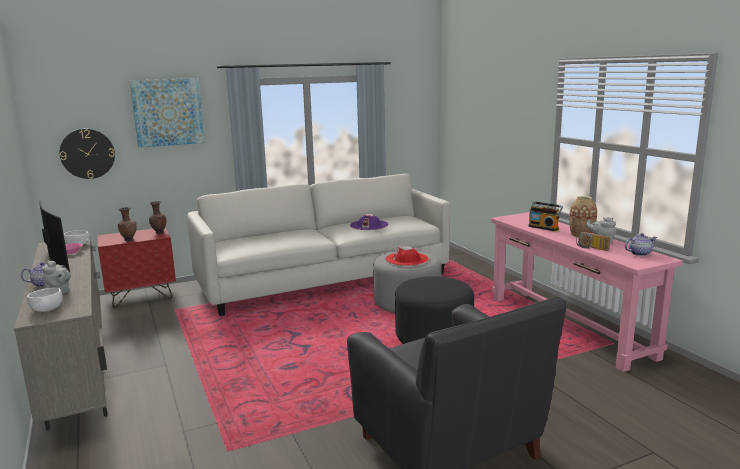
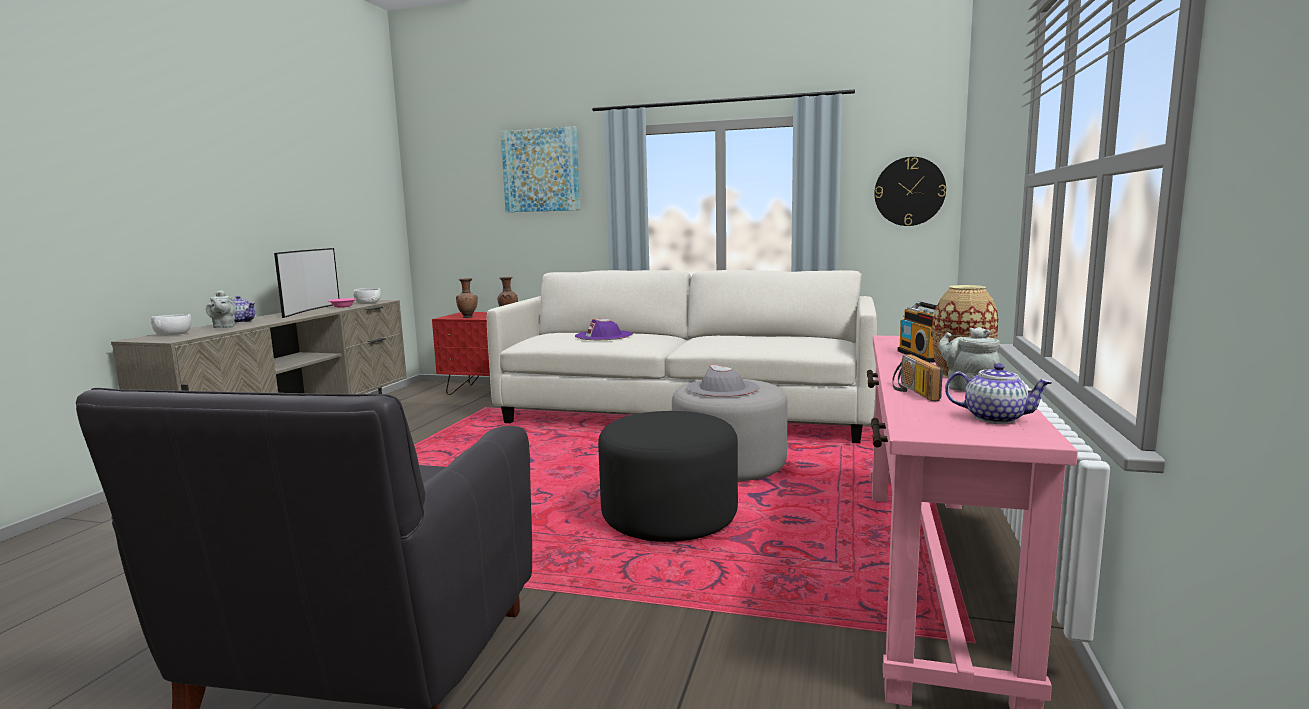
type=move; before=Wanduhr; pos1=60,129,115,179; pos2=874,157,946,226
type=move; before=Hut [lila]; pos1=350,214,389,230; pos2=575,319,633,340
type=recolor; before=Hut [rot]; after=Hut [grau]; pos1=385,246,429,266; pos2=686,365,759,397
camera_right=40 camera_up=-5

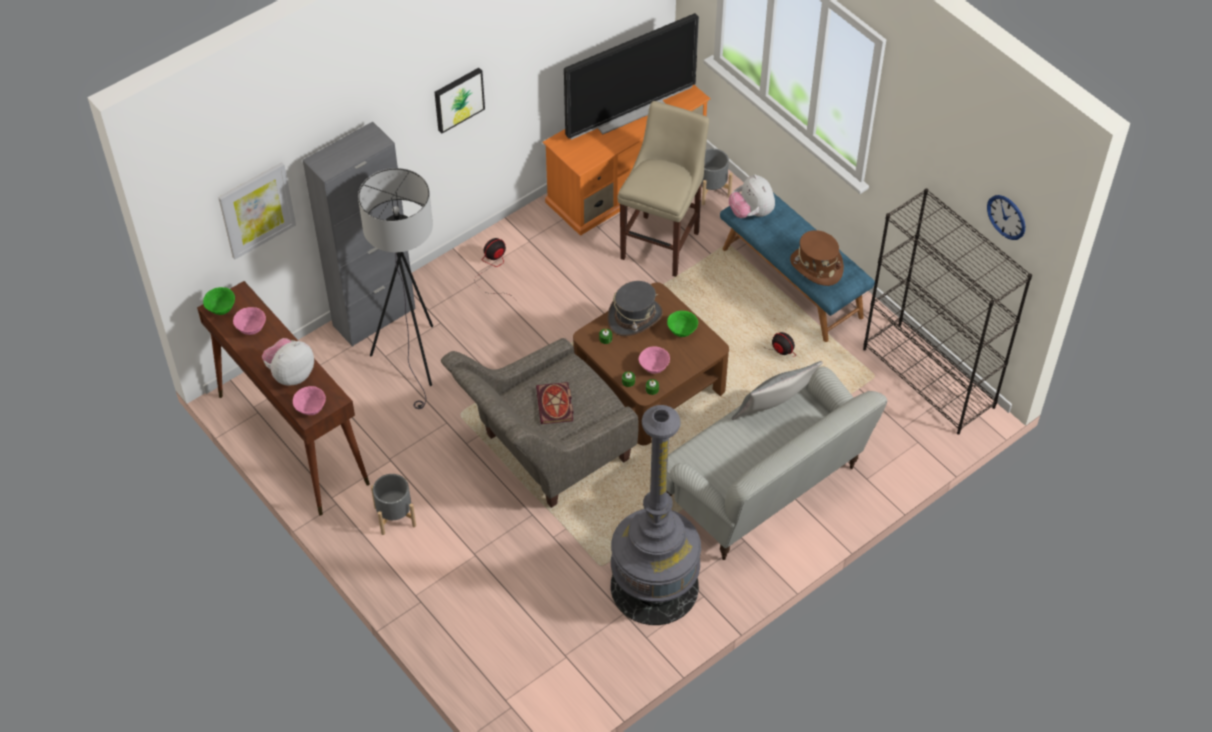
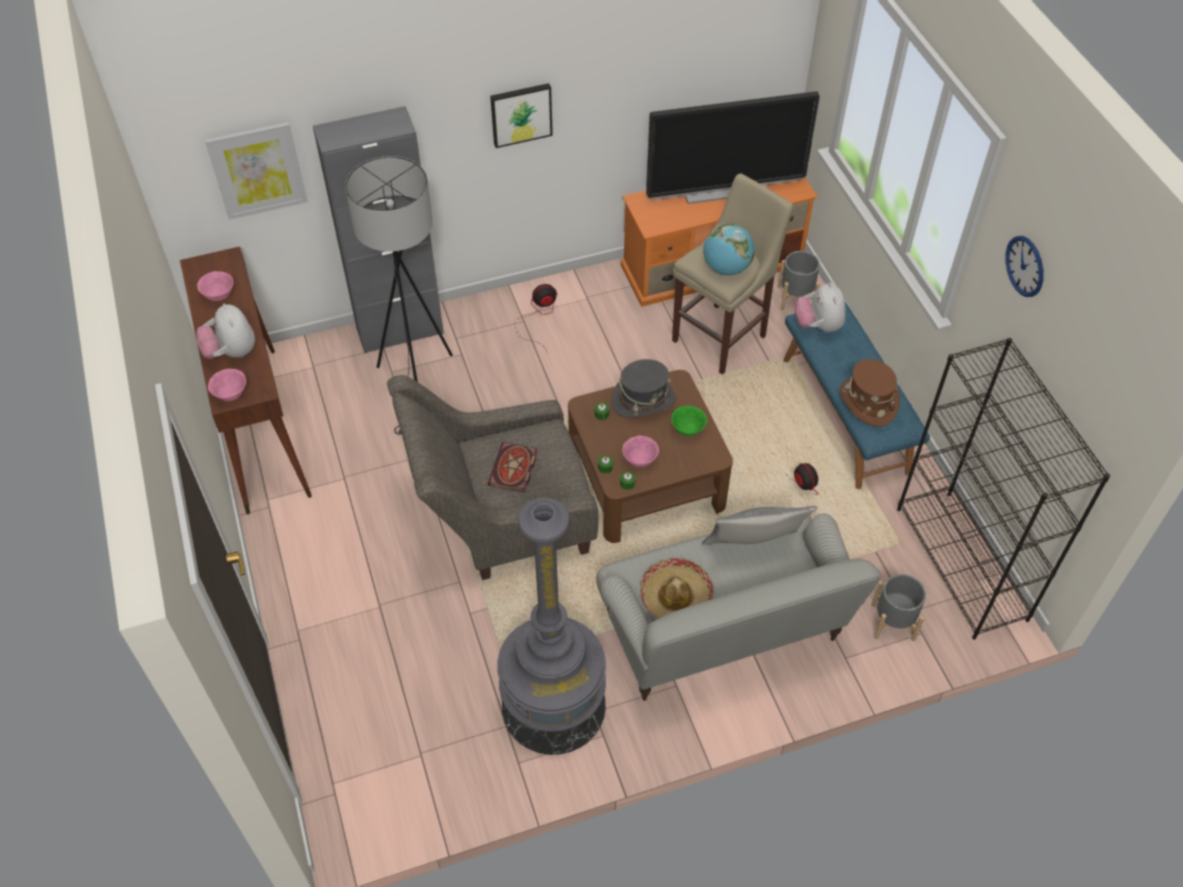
type=delete; before=Schüssel [grün]; pos1=203,287,235,315
type=insert; after=Hut; pos2=640,558,714,619
type=insert; after=Globus; pos2=703,224,755,275
type=move; before=Pflanzkübel [grau]; pos1=371,474,416,535; pos2=871,574,926,641
type=move; before=Wanduhr; pos1=987,195,1025,240; pos2=1005,236,1044,297
type=rotate; before=Plüschtier; pos1=262,338,314,386; pos2=196,304,255,359; turn=-90
camera_right=20 camera_up=0

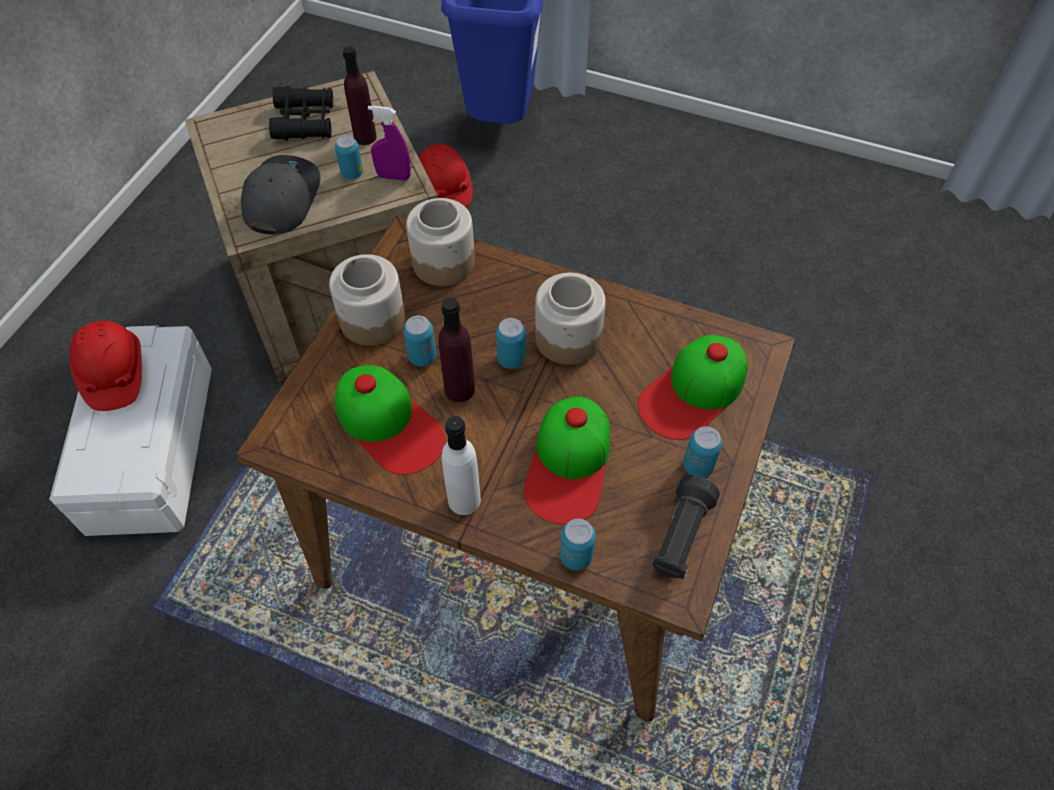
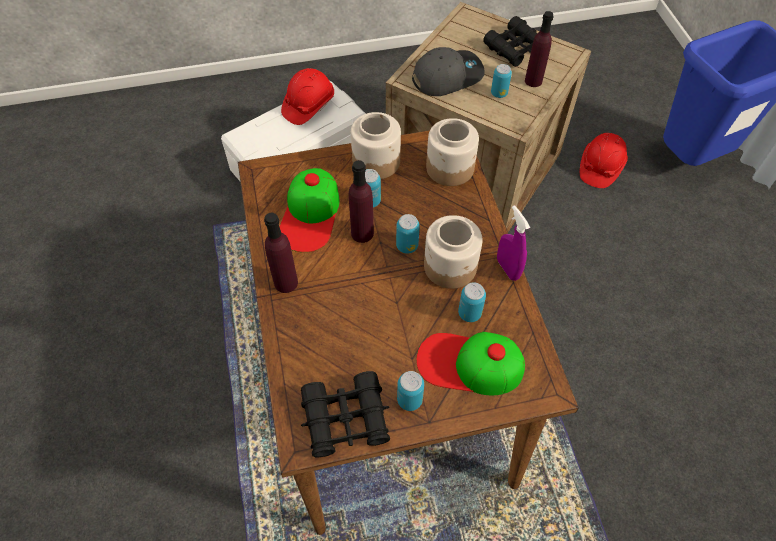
type=delete; before=Kappe; pos1=524,397,610,525
type=move; before=Sprühflasche [lila]; pos1=368,106,411,181; pos2=497,205,530,281
type=move; before=Dose; pos1=560,519,596,570; pos2=458,282,486,322
type=replace; before=Taschenlampe [schwarz]; after=Fernglas [schwarz]; pos1=653,475,720,579; pos2=301,371,390,457
type=recolor; before=Flasche [weiß]; after=Flasche [lila]; pos1=441,416,481,515; pos2=264,213,298,293
camera_right=55 camera_up=0

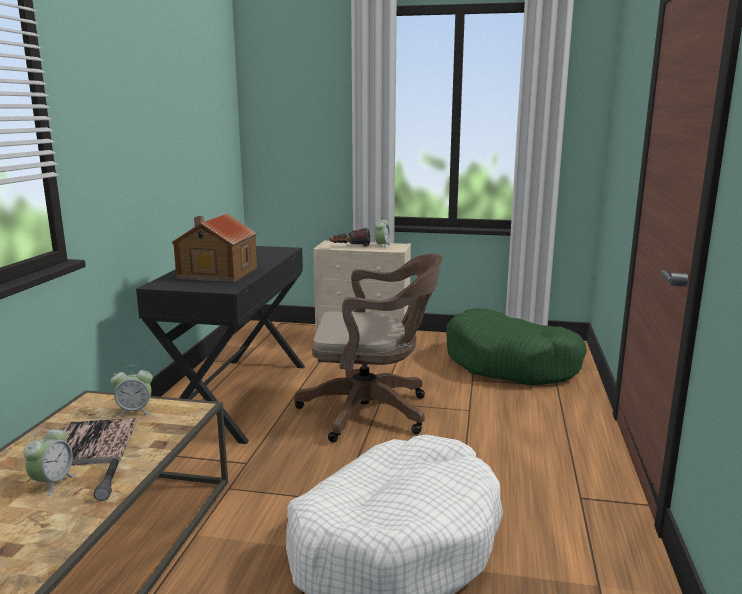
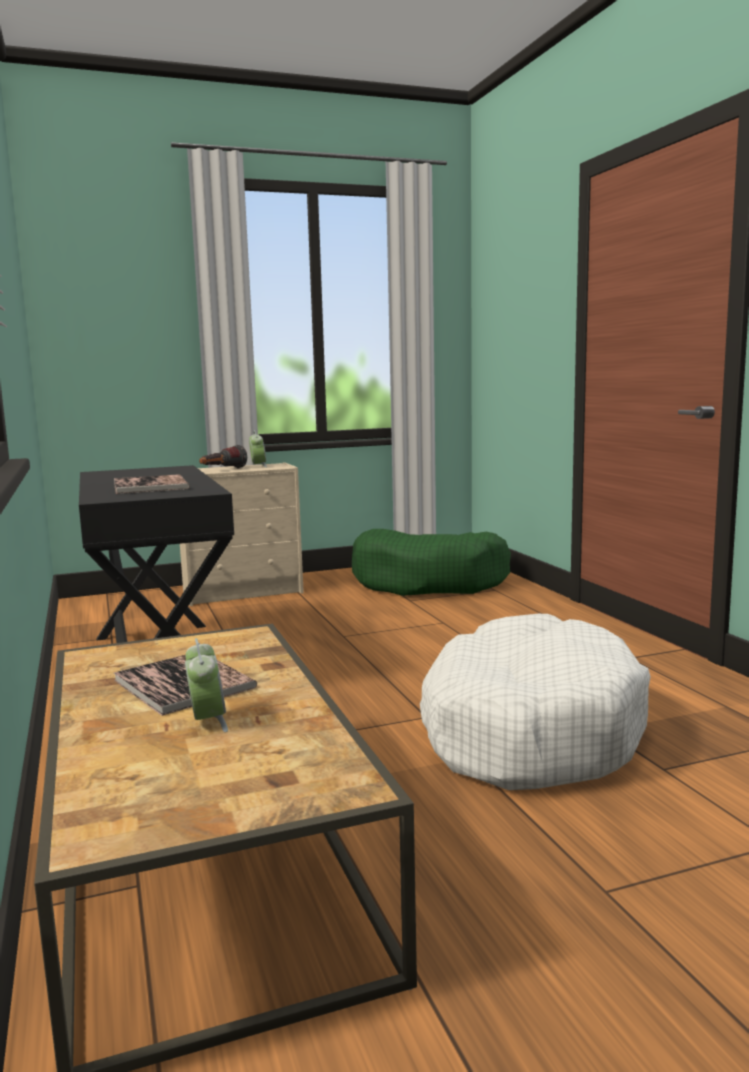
type=delete; before=Taschenlampe [grau]; pos1=94,459,119,501
type=delete; before=Wecker; pos1=111,365,153,417
type=delete; before=Bürostuhl [braun]; pos1=294,253,442,442
type=replace; before=Spielzeughaus; after=Buch; pos1=172,214,257,282; pos2=114,474,190,494
camera_right=-30 camera_up=-5

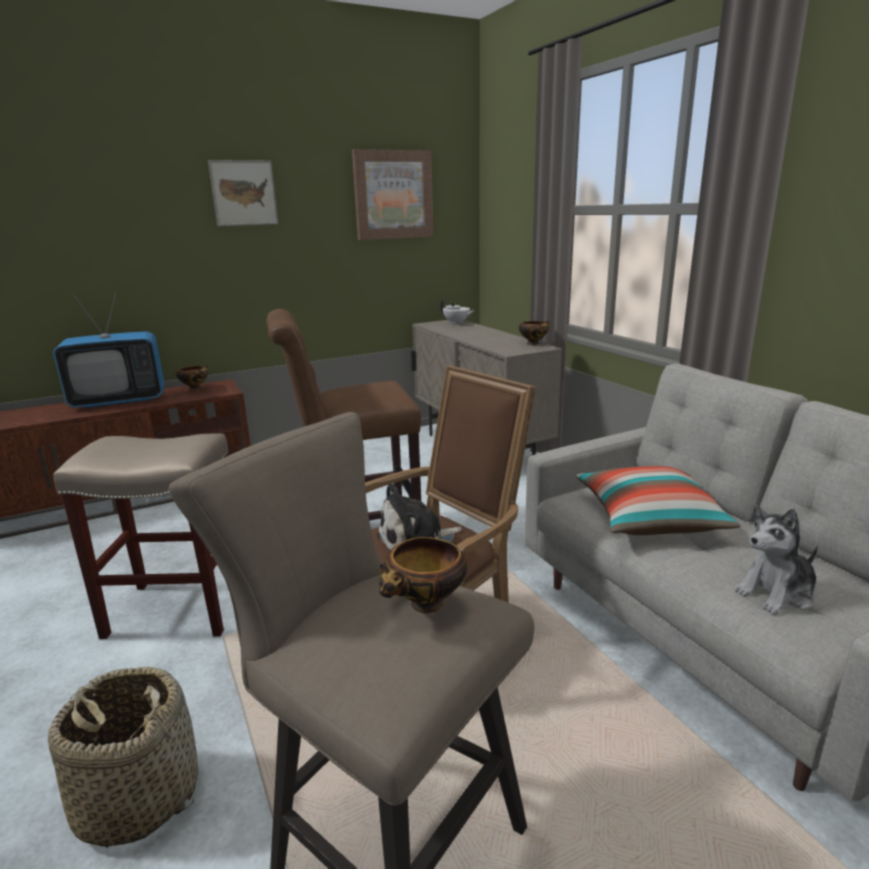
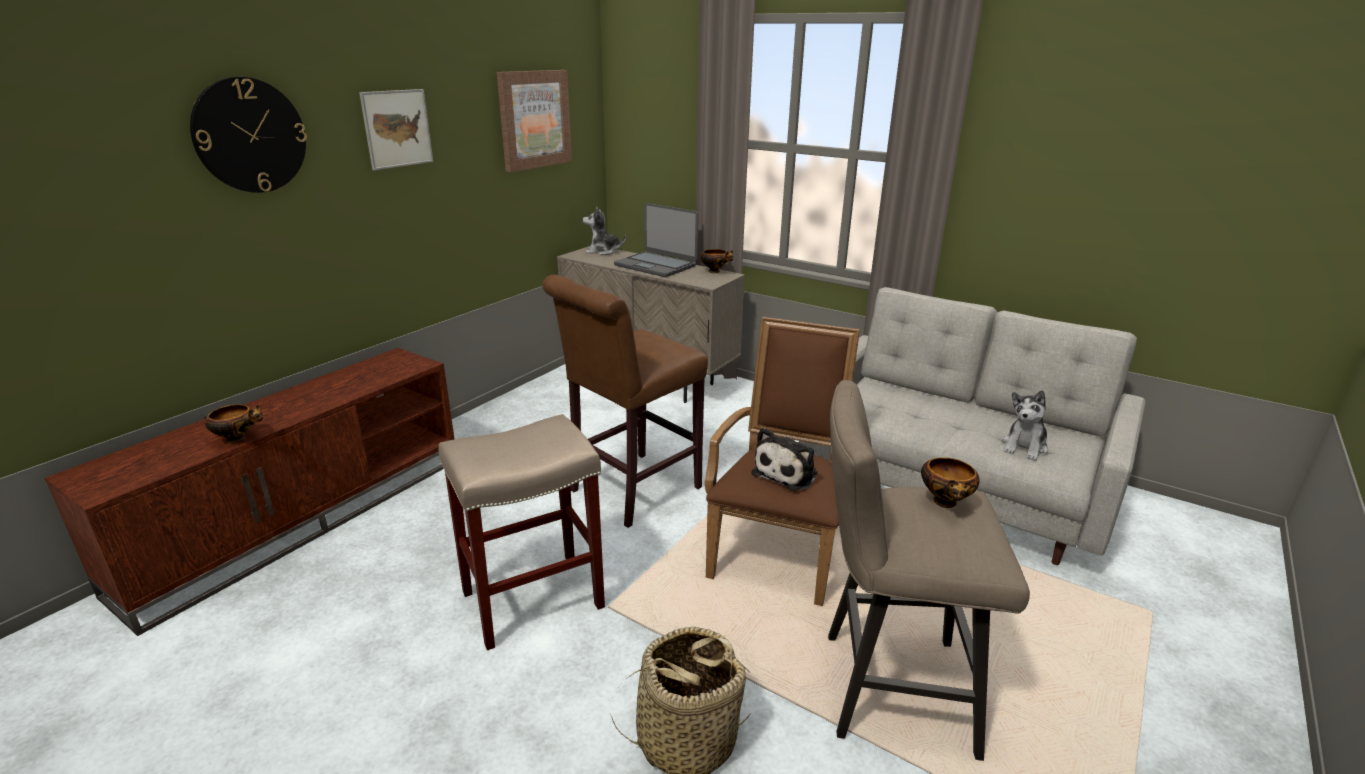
type=delete; before=Fernseher; pos1=53,291,164,408
type=delete; before=Kissen; pos1=576,466,740,535
type=insert; after=Wanduhr; pos2=190,77,307,193
type=insert; after=Laptop; pos2=614,203,698,277
type=move; before=Schüssel; pos1=176,366,208,390; pos2=204,404,263,444
type=replace; before=Teekanne [weiß]; after=Plüschtier; pos1=440,298,475,324; pos2=583,207,626,255
camera_right=-30 camera_up=5

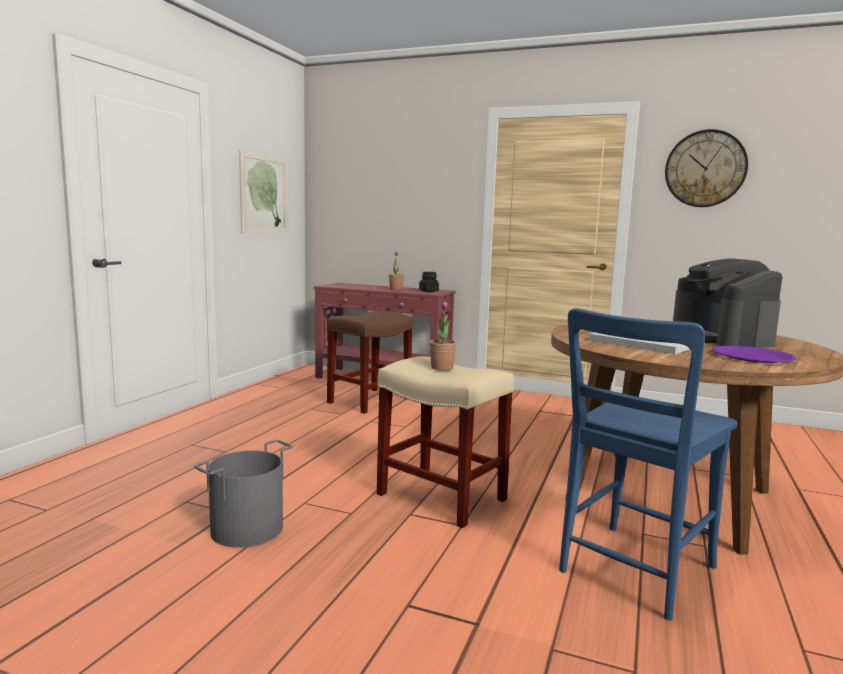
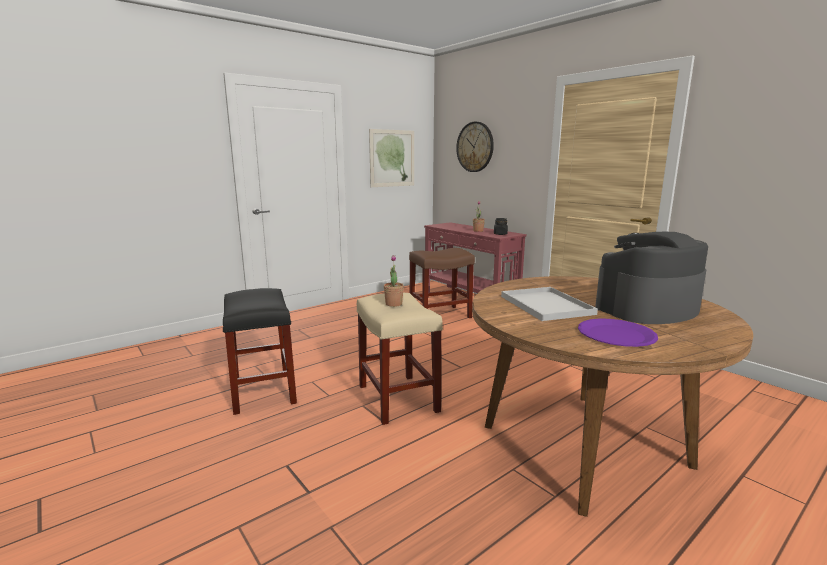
type=delete; before=Stuhl [blau]; pos1=559,308,737,620
type=move; before=Wanduhr; pos1=665,129,748,207; pos2=456,122,494,172
type=replace; before=Eimer [grau]; after=Hocker [schwarz]; pos1=194,440,293,548; pos2=223,288,297,415
type=rotate; before=Kaffeemaschine; pos1=673,258,782,348; pos2=595,232,708,324; turn=45
camera_right=30 camera_up=5

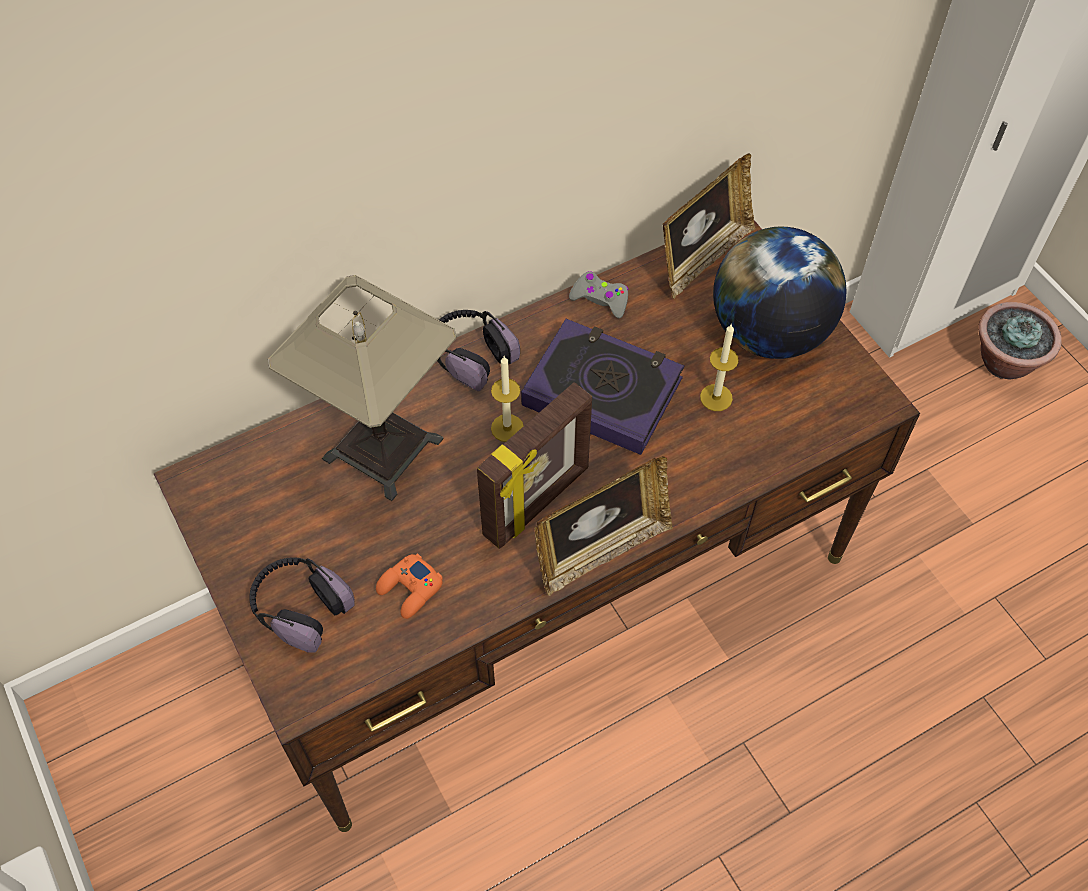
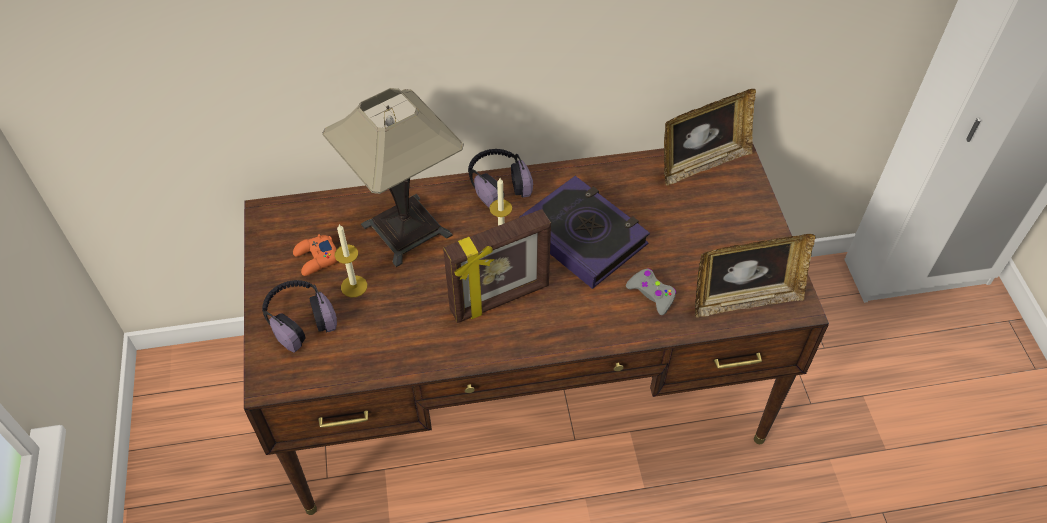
type=delete; before=Globus; pos1=713,227,847,359
type=delete; before=Topfpflanze; pos1=978,302,1062,379
type=move; before=Gamepad [orange]; pos1=376,553,443,619; pos2=293,234,337,276
type=move; before=Bilderrahmen; pos1=534,456,673,596; pos2=695,234,816,318
type=move; before=Gamepad [grau]; pos1=569,271,629,318; pos2=626,269,677,315
type=move; before=Kerze; pos1=700,324,739,411; pos2=335,224,367,297
camera_right=20 camera_up=-5

